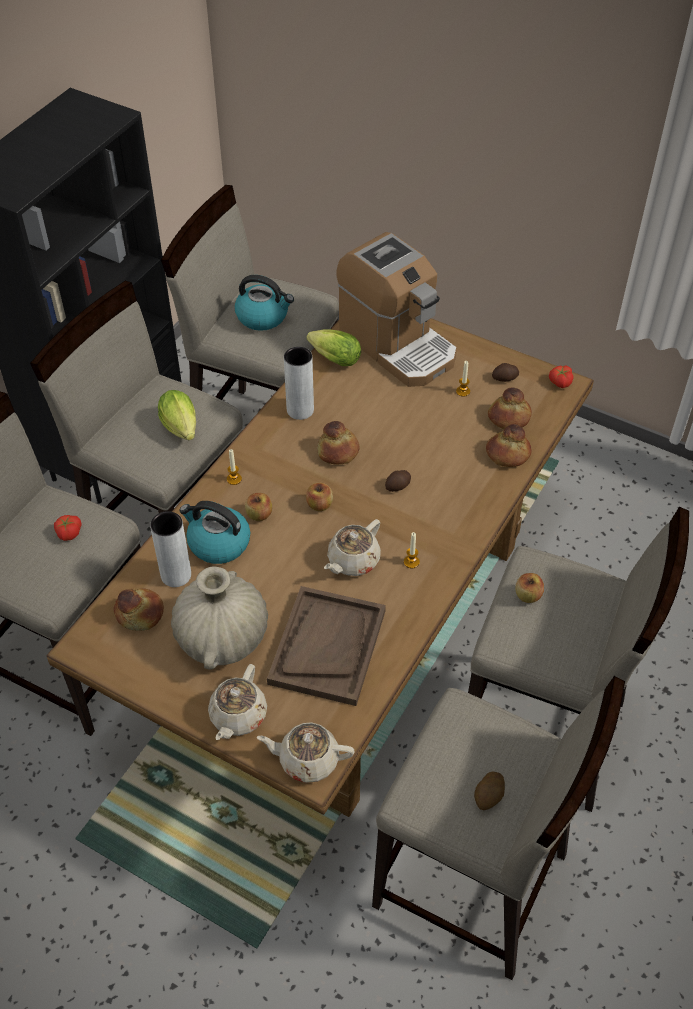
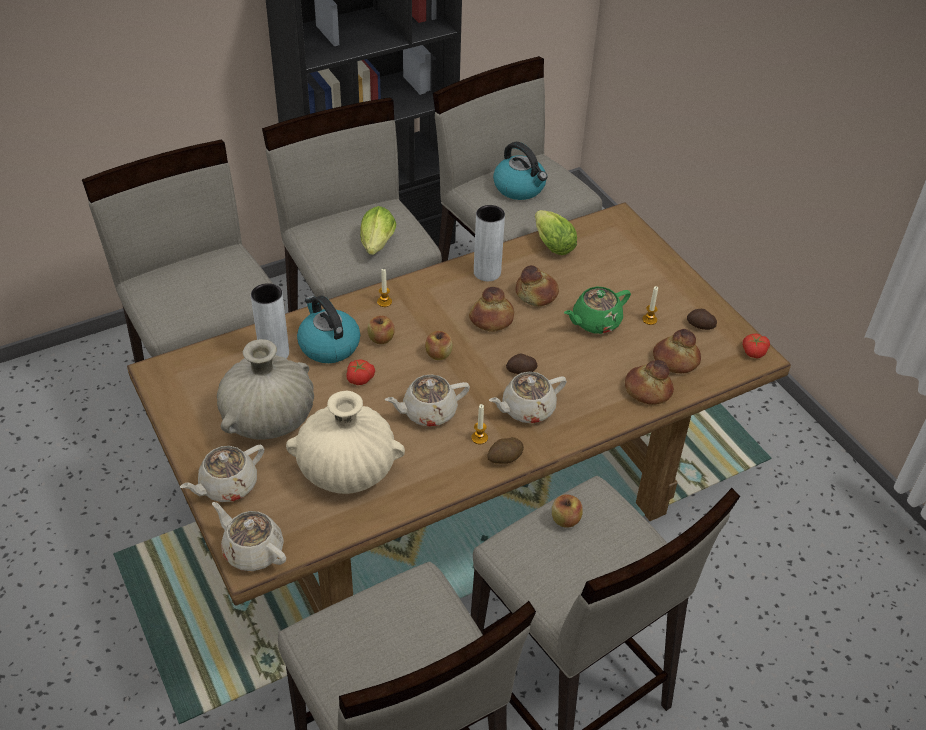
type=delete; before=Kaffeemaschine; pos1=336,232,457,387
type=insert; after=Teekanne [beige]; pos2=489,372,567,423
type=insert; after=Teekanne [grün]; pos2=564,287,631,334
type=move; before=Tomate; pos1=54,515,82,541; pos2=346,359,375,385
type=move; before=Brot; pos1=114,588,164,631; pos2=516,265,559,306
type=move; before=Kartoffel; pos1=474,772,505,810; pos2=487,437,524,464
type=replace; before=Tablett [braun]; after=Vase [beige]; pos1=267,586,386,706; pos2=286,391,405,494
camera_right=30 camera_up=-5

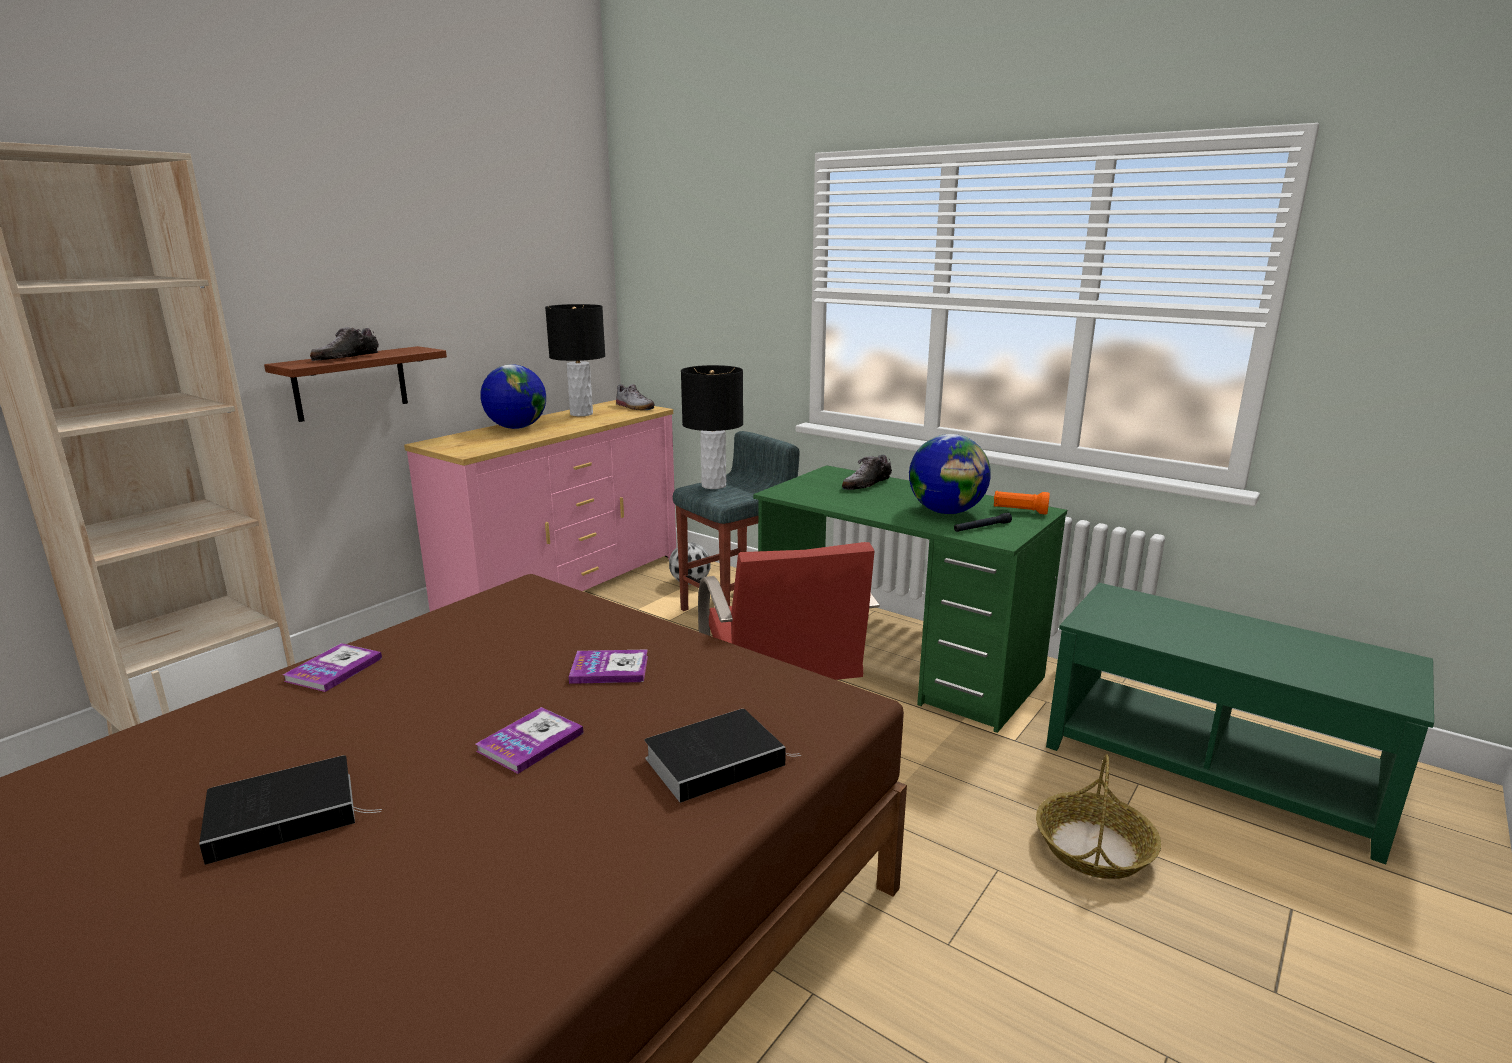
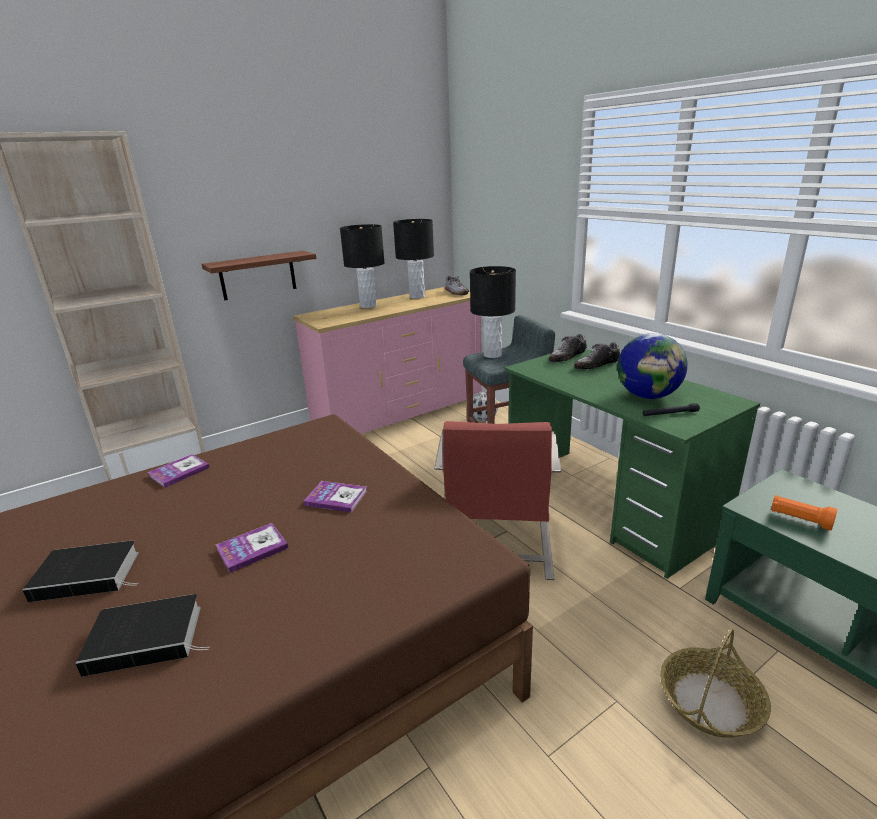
type=move; before=Schuh; pos1=310,327,379,361; pos2=549,334,587,362
type=move; before=Buch; pos1=644,709,801,803; pos2=75,594,210,677
type=move; before=Taschenlampe [orange]; pos1=994,491,1050,514; pos2=771,495,837,531
type=replace; before=Globus; after=Tischlampe [schwarz]; pos1=480,364,546,429; pos2=340,224,385,308
camera_right=20 camera_up=5

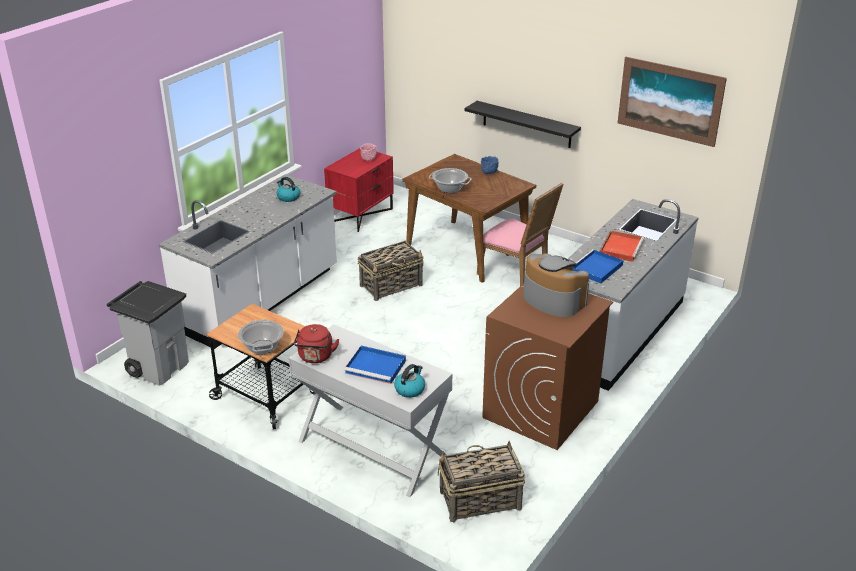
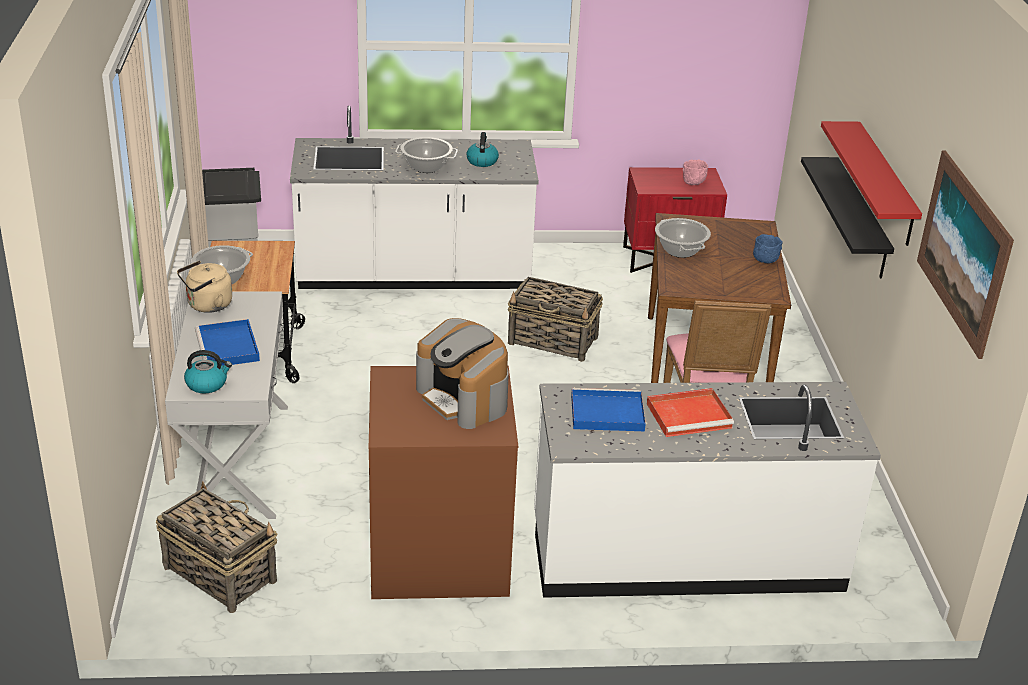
type=insert; after=Kochtopf; pos2=395,137,458,173
type=insert; after=Wandregal [rot]; pos2=821,121,922,246
type=recolor; before=Wasserkessel [rot]; after=Wasserkessel [beige]; pos1=294,324,339,363; pos2=177,261,232,313
type=rotate; before=Kaffeemaschine; pos1=523,253,589,317; pos2=416,318,509,429; turn=135
camera_right=50 camera_up=0

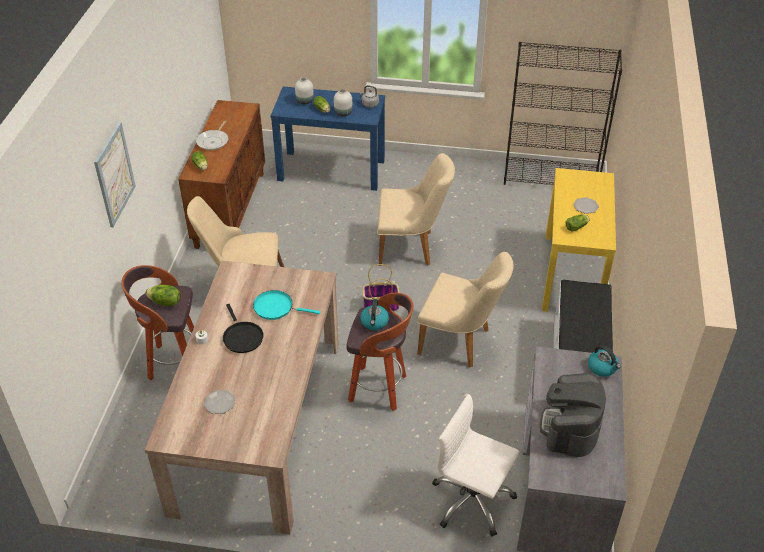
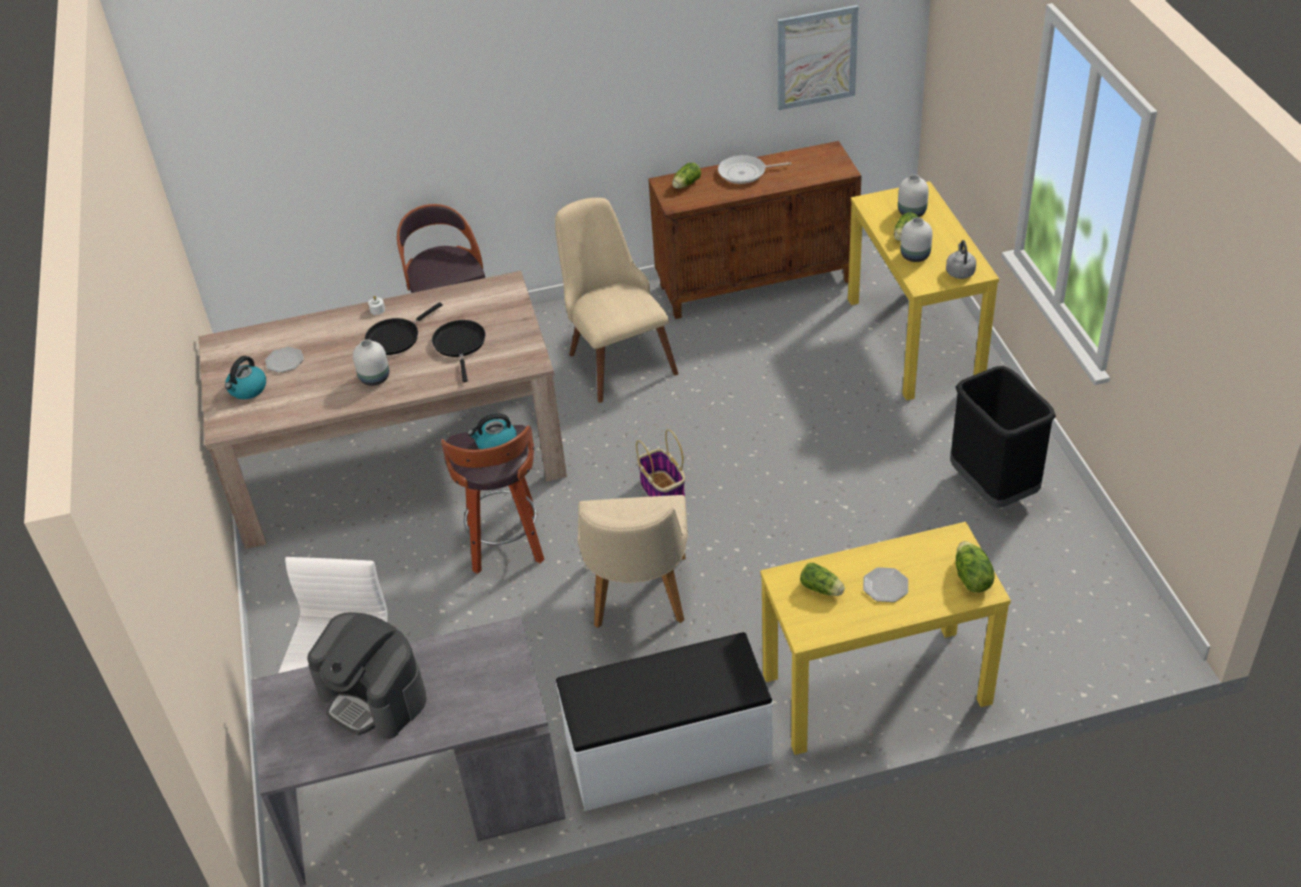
type=delete; before=Stuhl [beige]; pos1=377,153,455,266
type=delete; before=Bücherregal [schwarz]; pos1=504,42,622,185
type=insert; after=Vase [weiß]; pos2=353,339,389,386
type=insert; after=Mülleimer [schwarz]; pos2=950,366,1056,508
type=move; before=Bild; pos1=94,122,136,227; pos2=778,5,858,110
type=move; before=Salatkopf; pos1=145,285,180,306; pos2=956,541,994,593
type=move; before=Wasserkessel; pos1=588,345,621,377; pos2=225,356,266,399
type=recolor; before=Pfanne [türkis]; after=Pfanne [schwarz]; pos1=253,290,320,320; pos2=432,320,485,382
type=recolor; before=Konsolentisch [blau]; after=Konsolentisch [gelb]; pos1=271,86,385,191; pos2=848,181,999,401
type=rotate; before=Kaffeemaschine; pos1=540,373,606,457; pos2=307,612,426,739; turn=-135
camera_right=70 camera_up=0

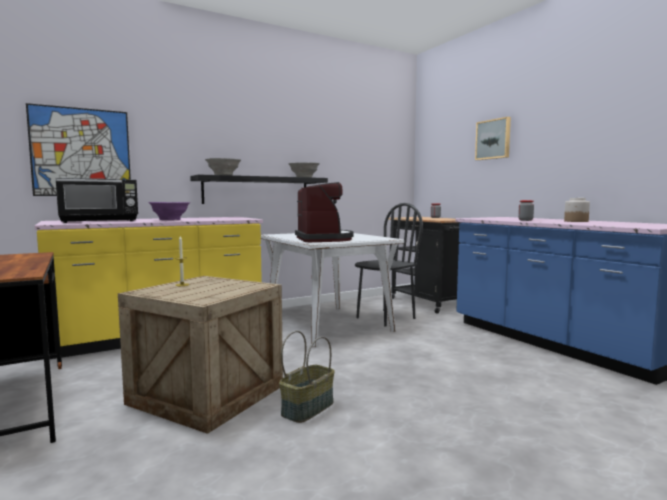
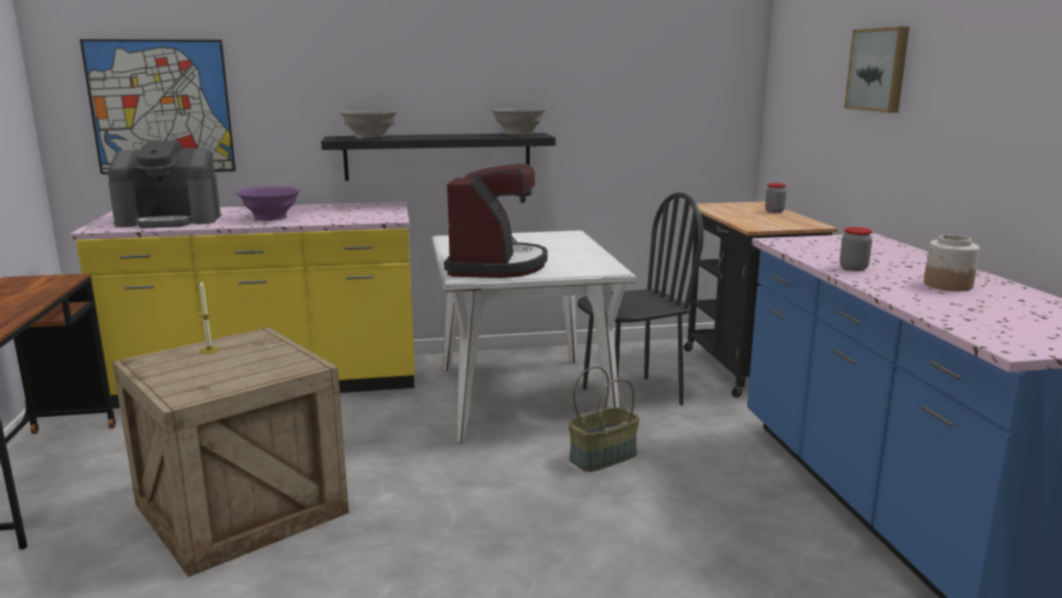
type=move; before=Korb; pos1=279,331,335,423; pos2=568,366,640,472
type=replace; before=Mikrowelle [schwarz]; after=Kaffeemaschine; pos1=56,178,138,223; pos2=108,141,221,228
camera_right=20 camera_up=10

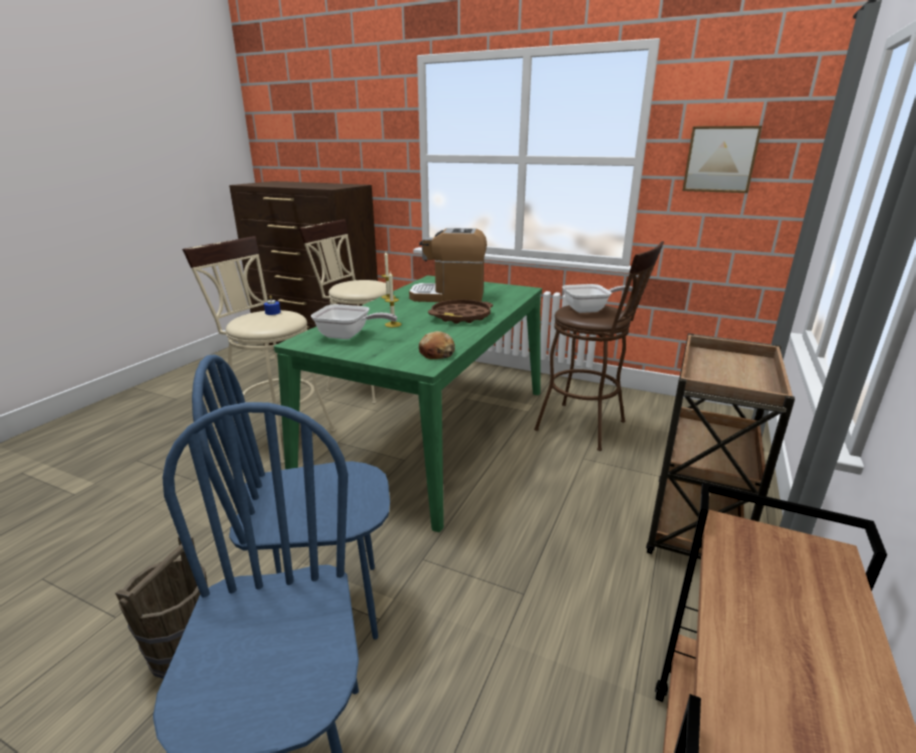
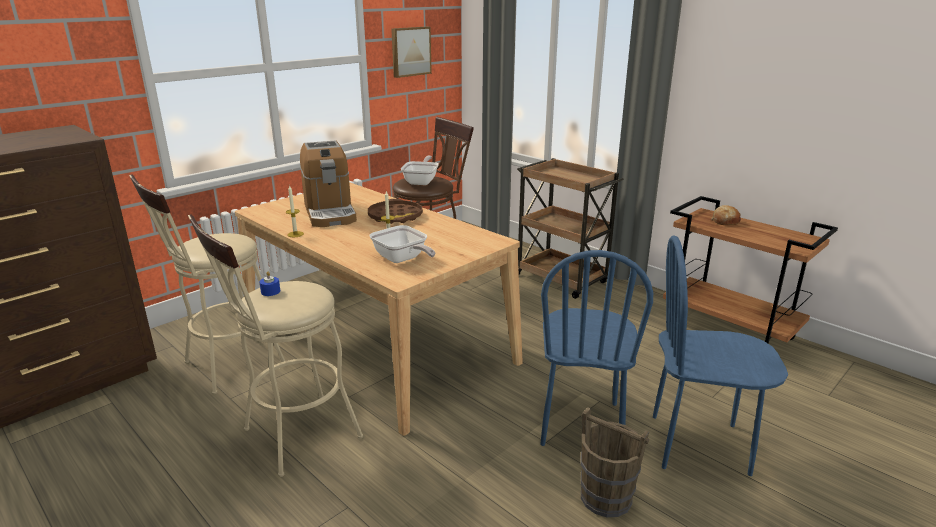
type=move; before=Brot; pos1=419,331,455,359; pos2=711,205,741,225
type=recolor; before=Esstisch [grün]; after=Esstisch [beige]; pos1=274,276,542,532; pos2=235,182,523,436
type=rotate; before=Pfanne; pos1=311,304,397,339; pos2=369,225,435,263; turn=105
type=rotate; before=Kaffeemaschine; pos1=409,228,487,302; pos2=300,140,357,227; turn=-45
camera_right=-70 camera_up=0

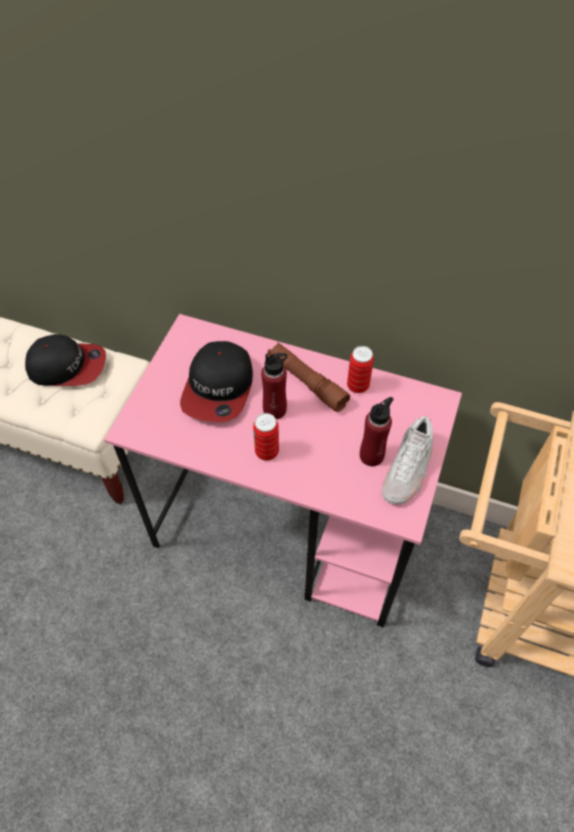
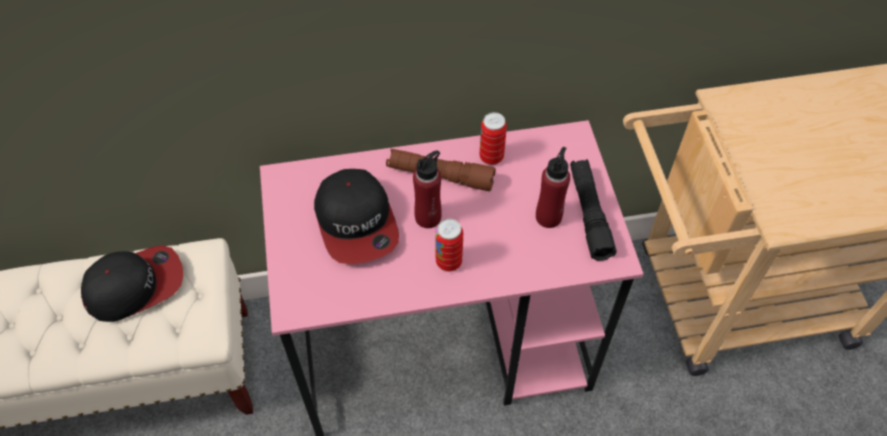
type=replace; before=Schuh [weiß]; after=Taschenlampe [schwarz]; pos1=382,416,433,505; pos2=570,159,617,261
camera_right=-30 camera_up=0

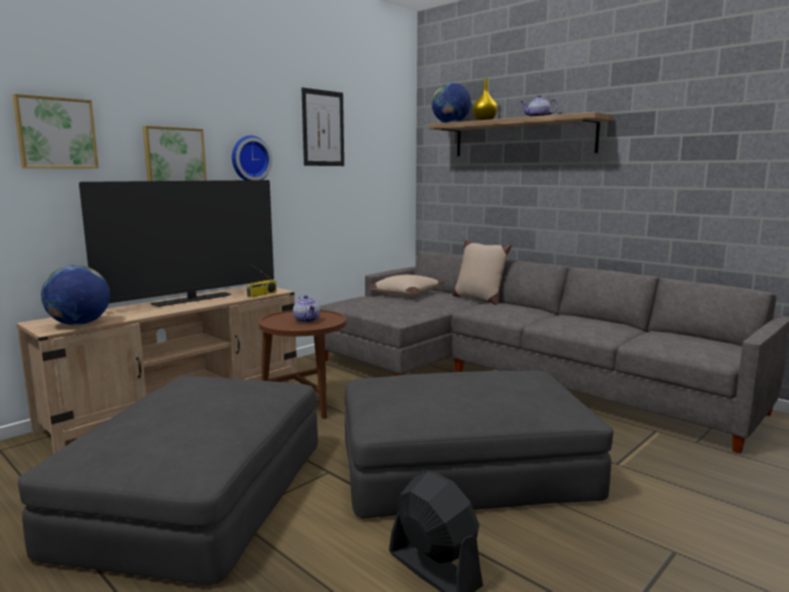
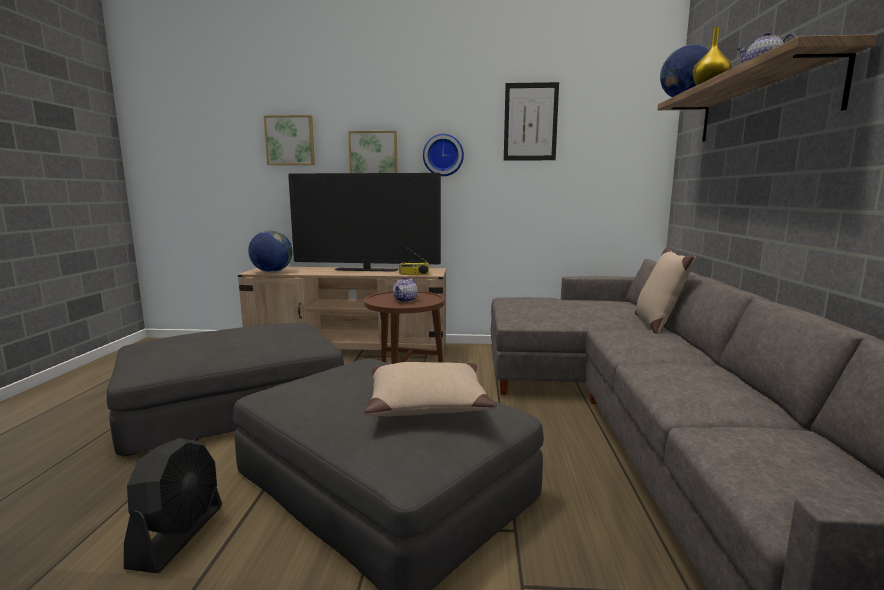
type=move; before=Kissen [beige]; pos1=368,275,445,297; pos2=364,362,497,416
camera_right=50 camera_up=0

